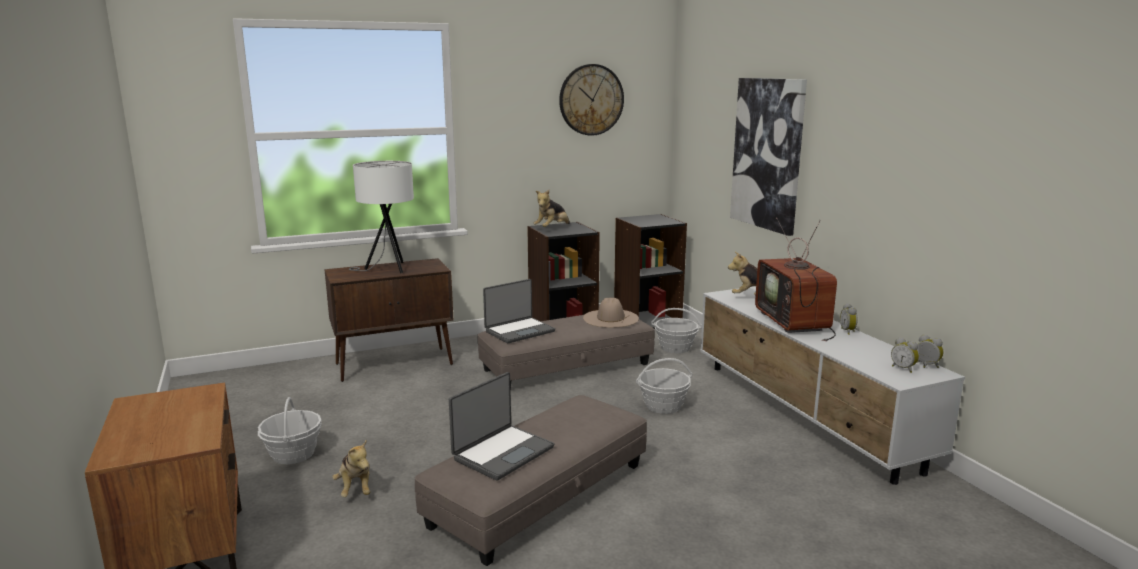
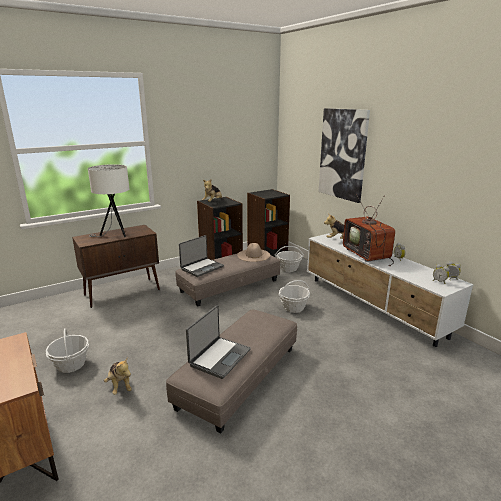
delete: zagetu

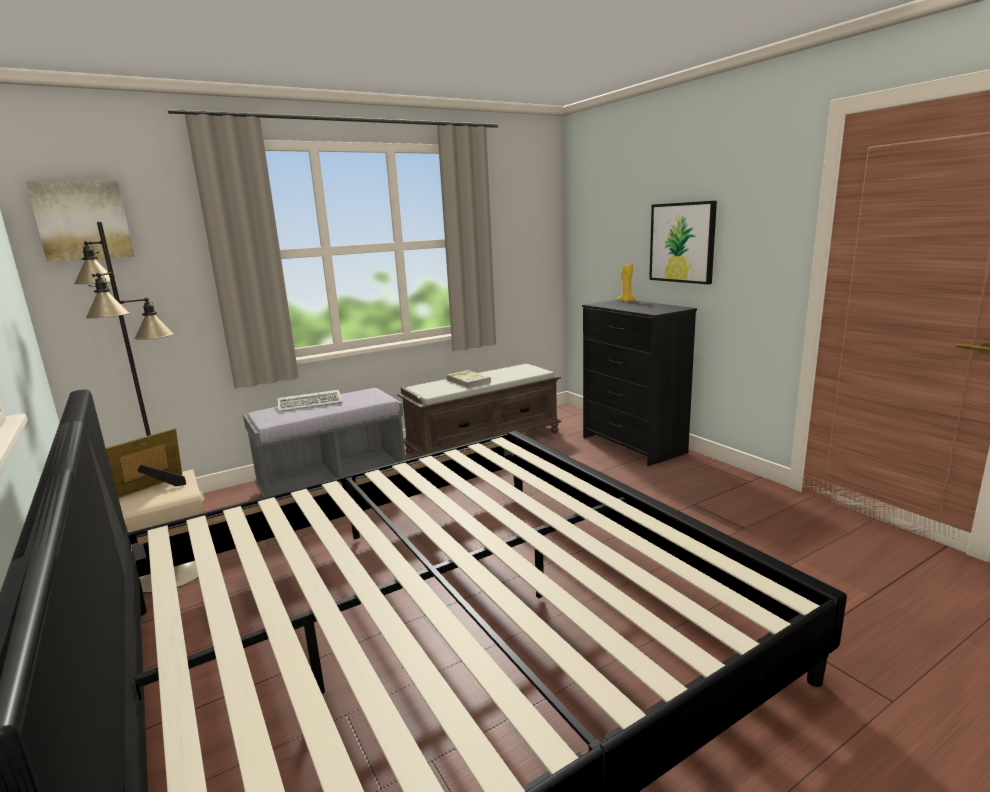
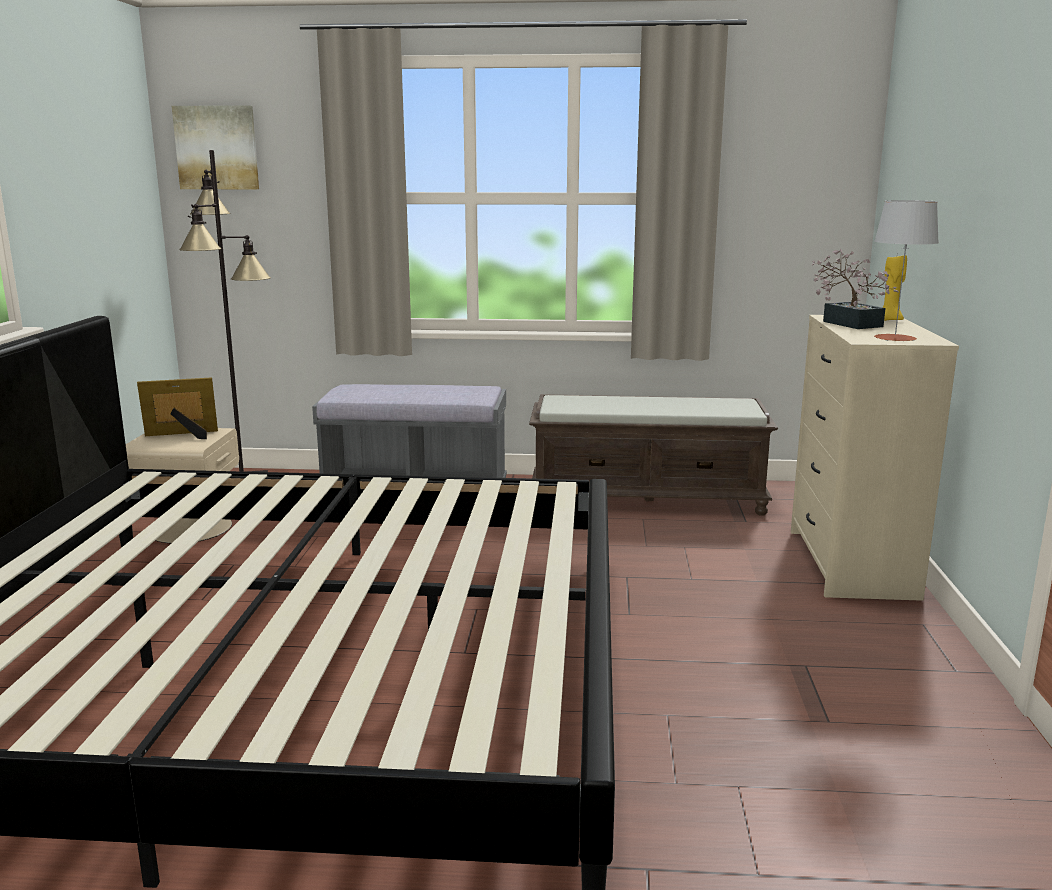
delete: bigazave; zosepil; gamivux (2nd from left)
insert: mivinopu; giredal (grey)
recolor: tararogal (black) to tararogal (beige)

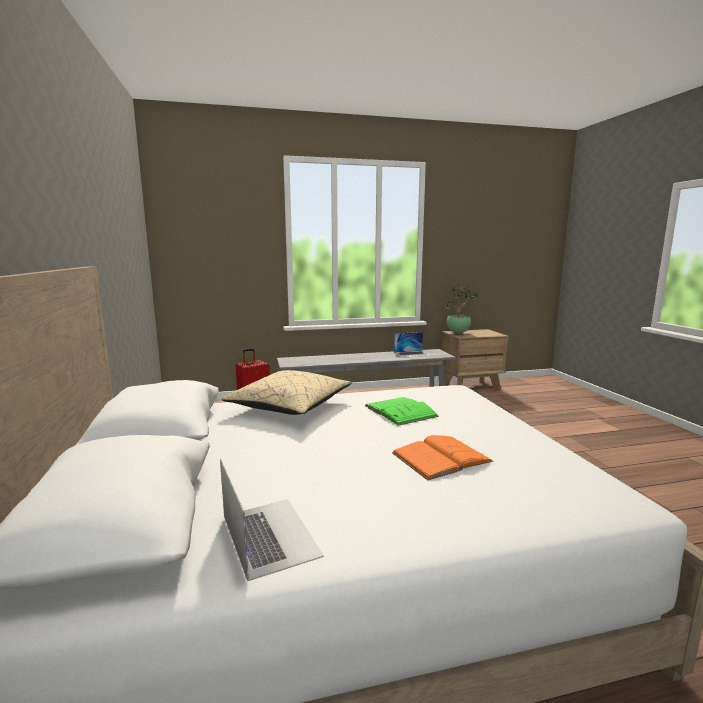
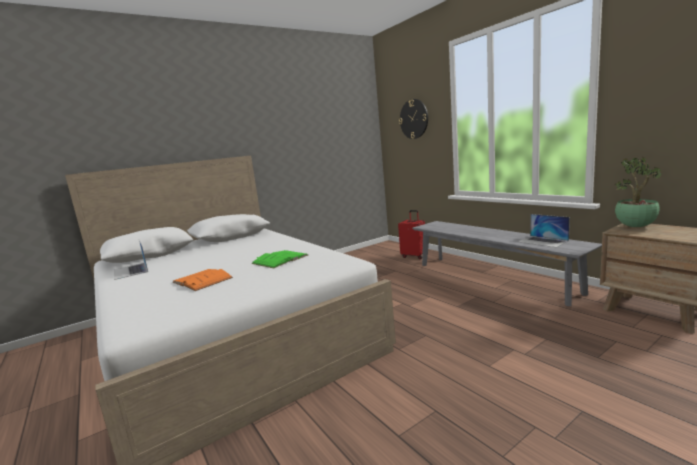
delete: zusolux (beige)
insert: zagetu
rotate: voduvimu (1st from left) 105 degrees clockwise

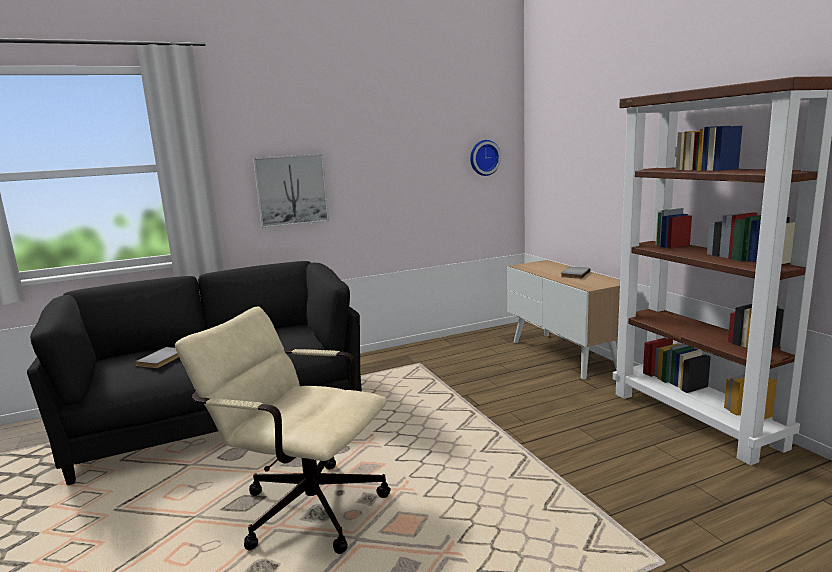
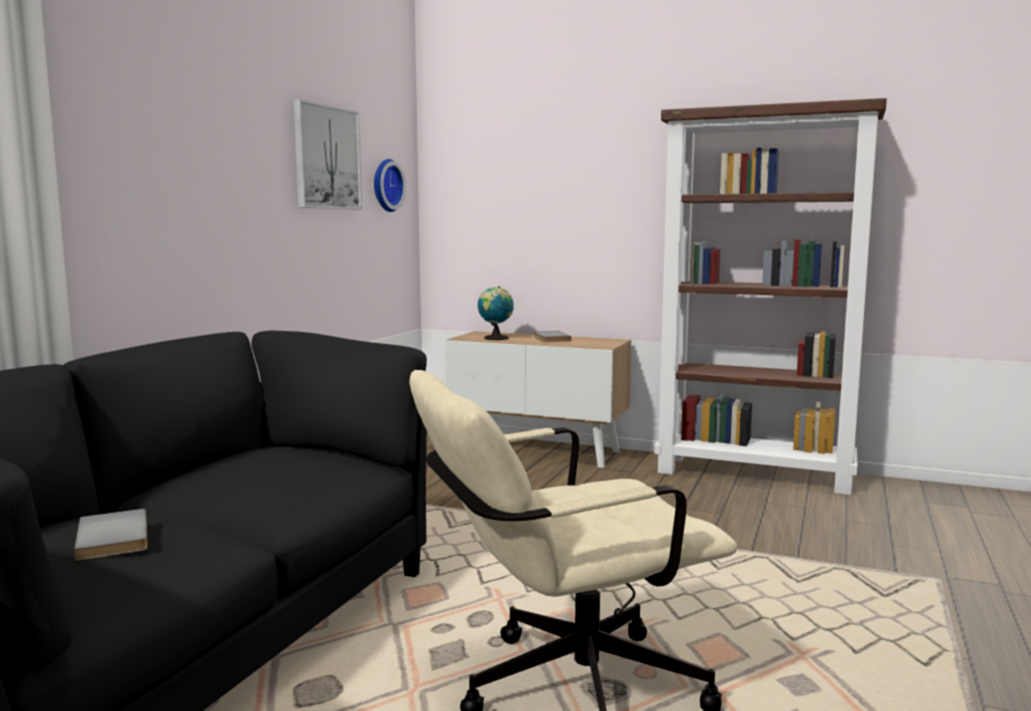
insert: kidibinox
move: gamivux

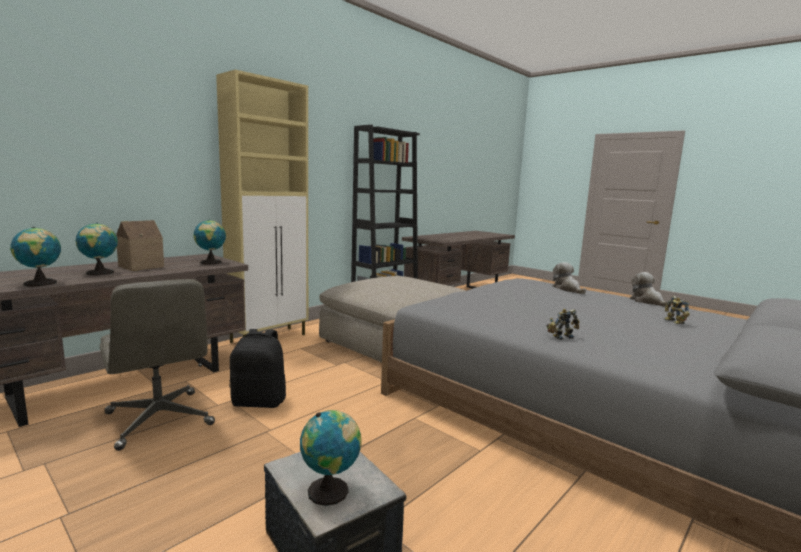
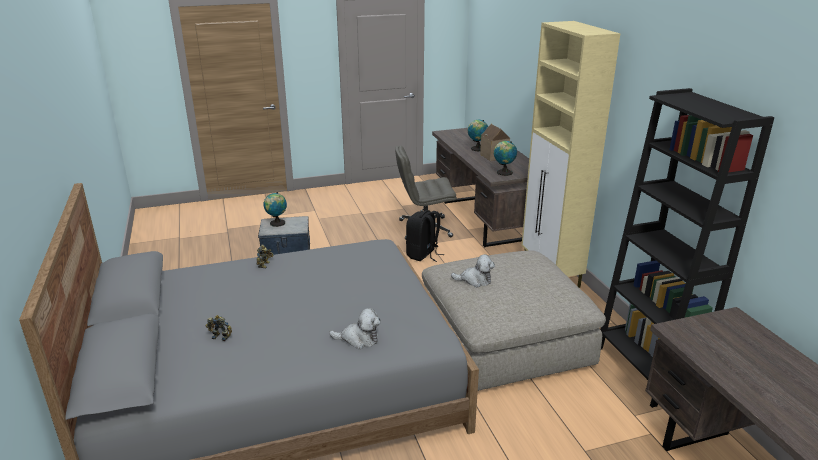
delete: kidibinox (1st from left)
move: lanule (2nd from left)

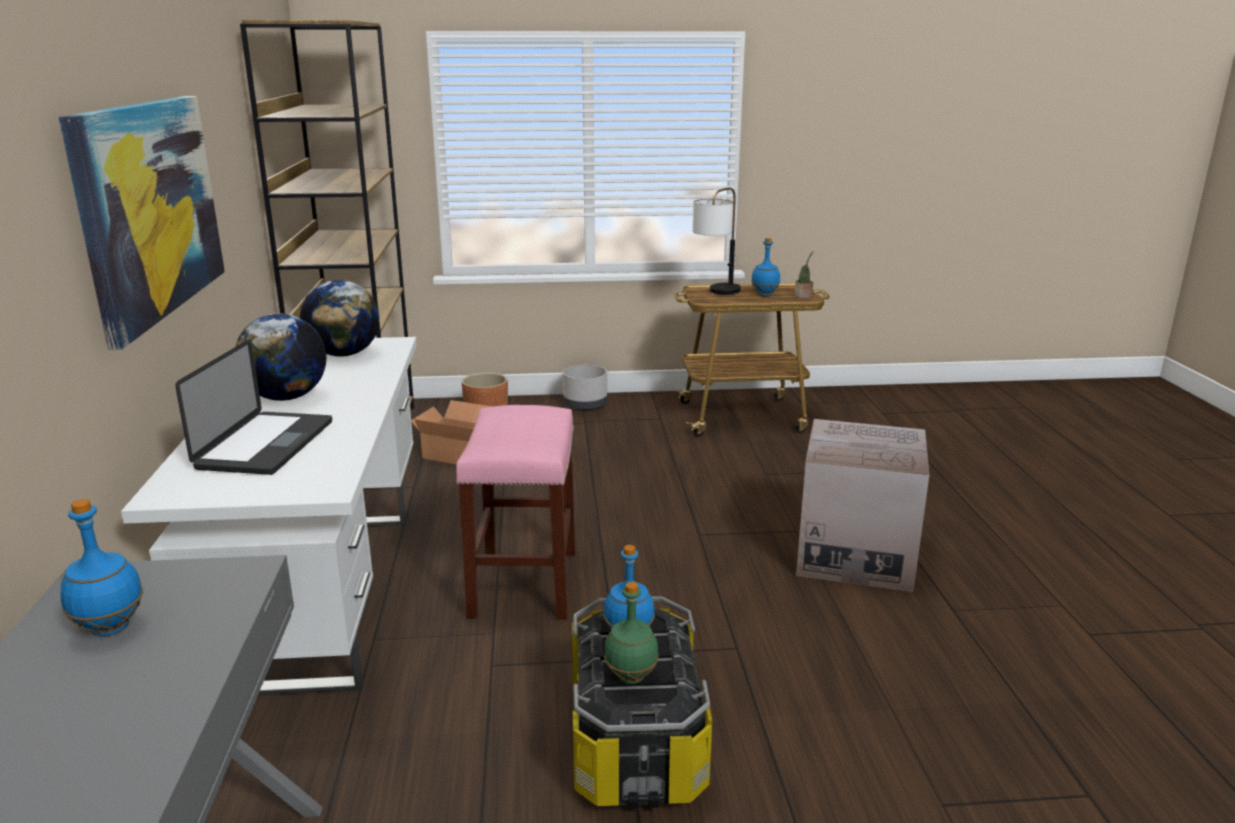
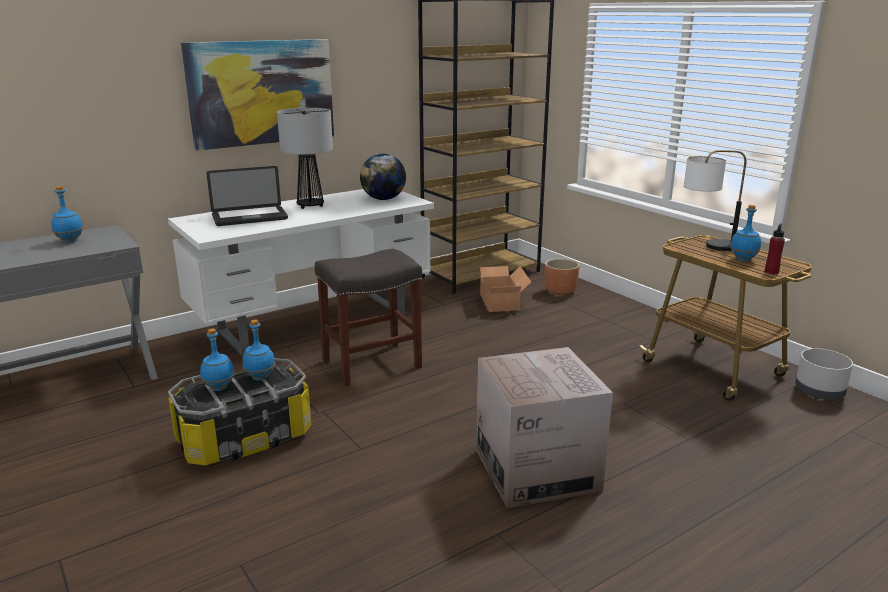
move: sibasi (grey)
replace: kidibinox (1st from left) to giredal (1st from left); mivinopu to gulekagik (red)
recolor: gulekagik (green) to gulekagik (blue) (2nd from left); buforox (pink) to buforox (grey)

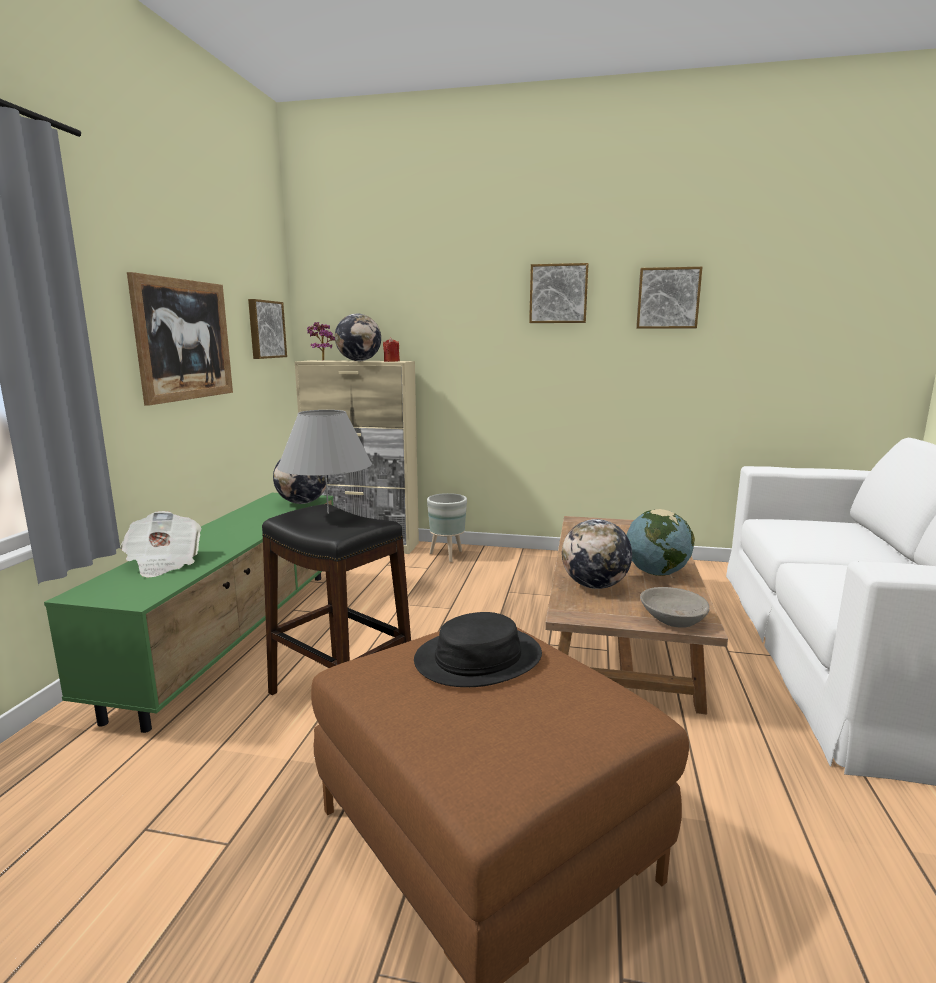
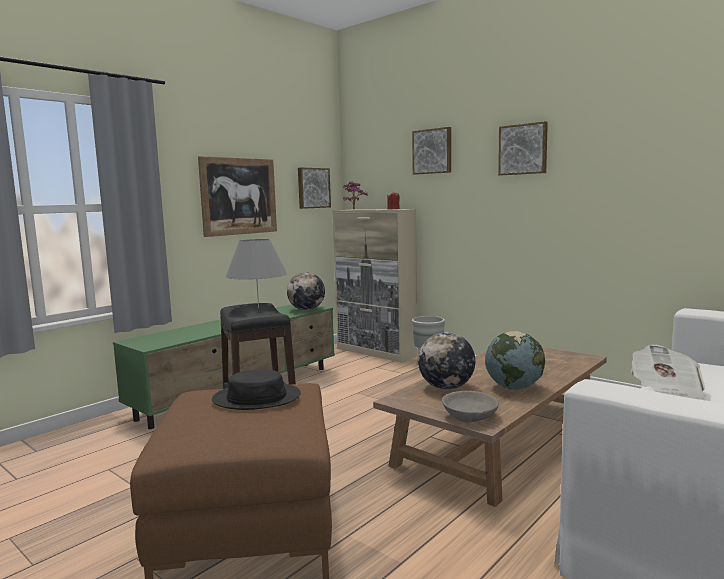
delete: kidibinox (2nd from left)
move: gamivux (4th from left in the first image) to gamivux (3rd from left); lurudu

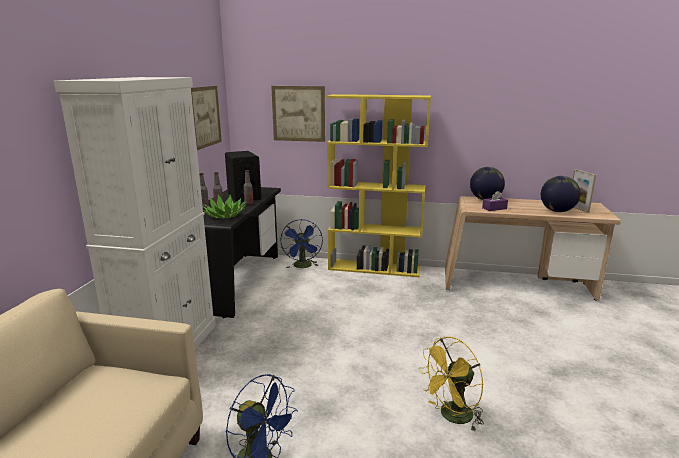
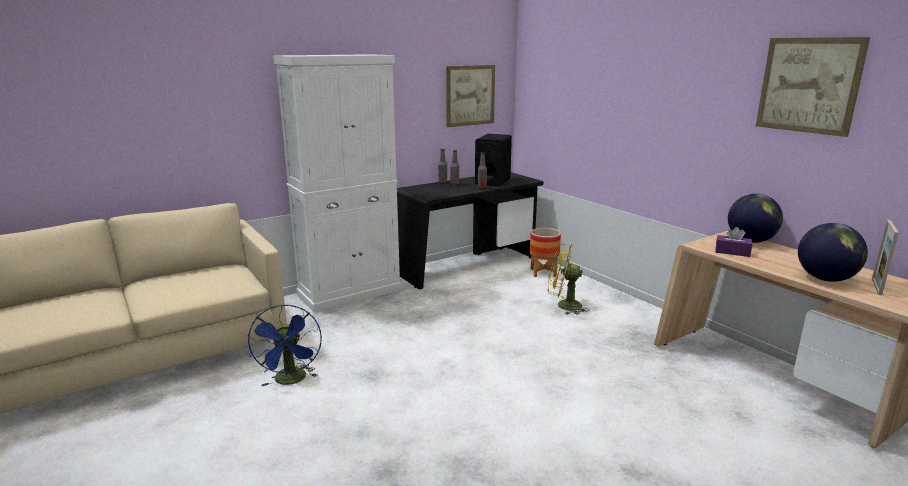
delete: mivinopu; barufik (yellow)
move: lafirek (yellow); gamivux (2nd from left)
replace: lafirek (blue) (2nd from left) to sibasi

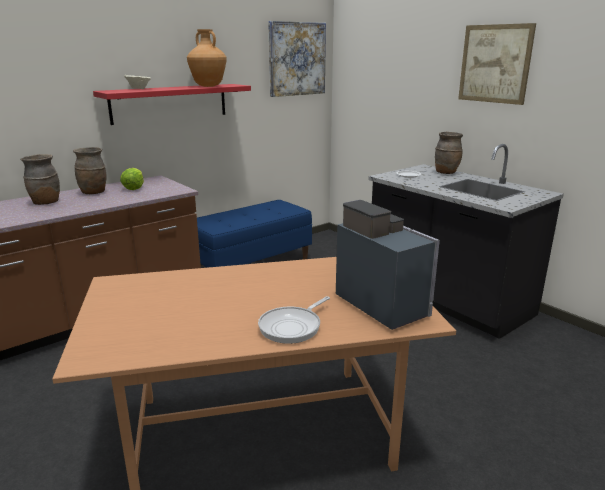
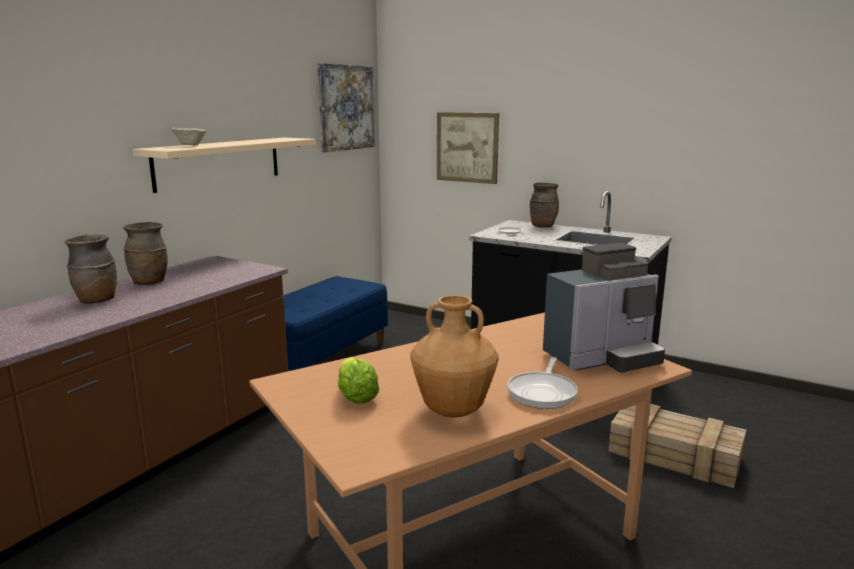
insert: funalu
move: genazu; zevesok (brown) (3rd from left); gamivux (2nd from left)
recolor: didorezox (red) to didorezox (beige)
rotate: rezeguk 120 degrees clockwise

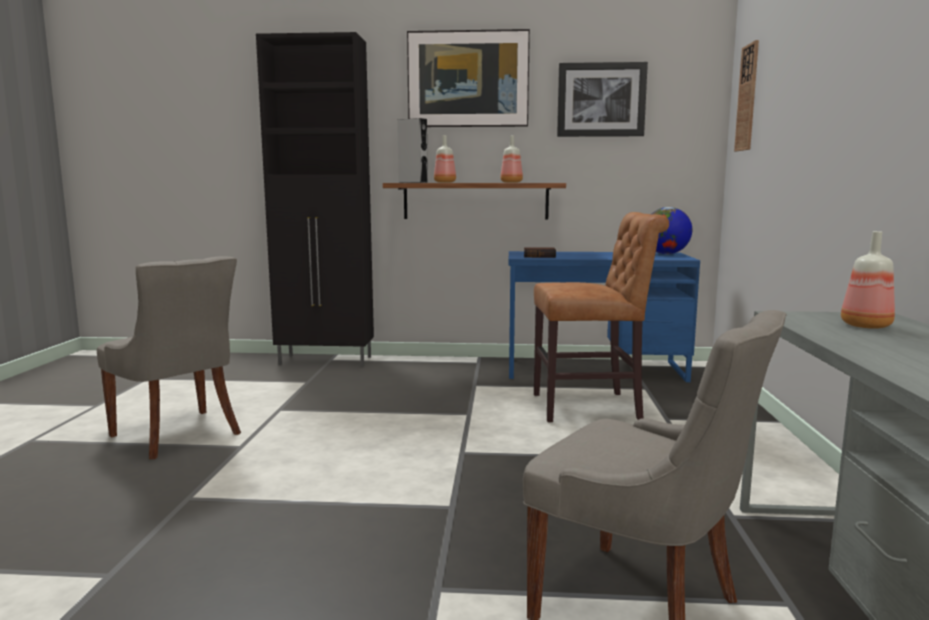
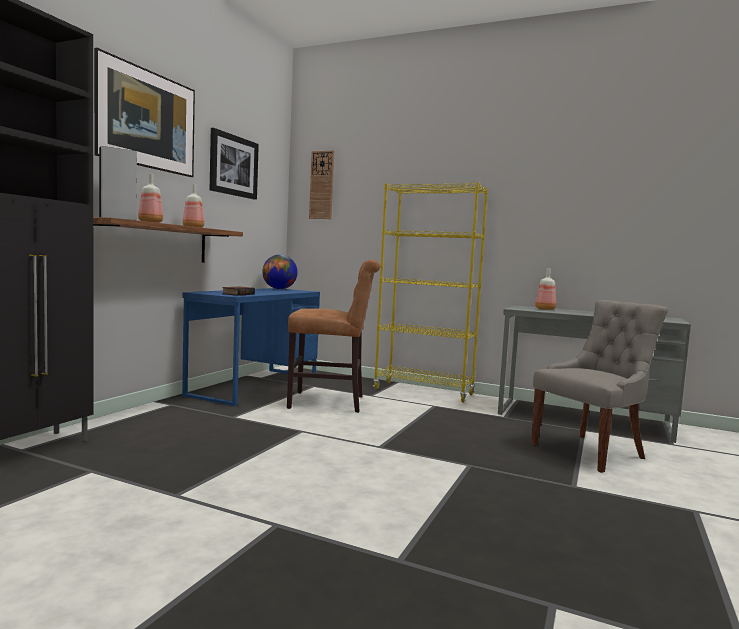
delete: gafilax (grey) (1st from left)
insert: barufik (yellow)
rotate: gafilax (brown) 75 degrees clockwise

